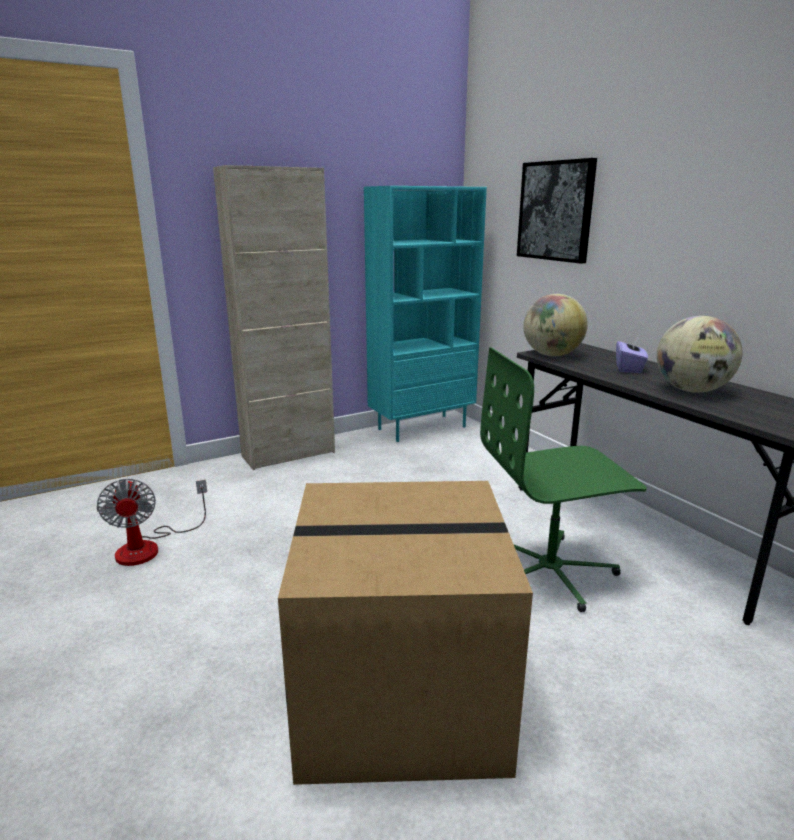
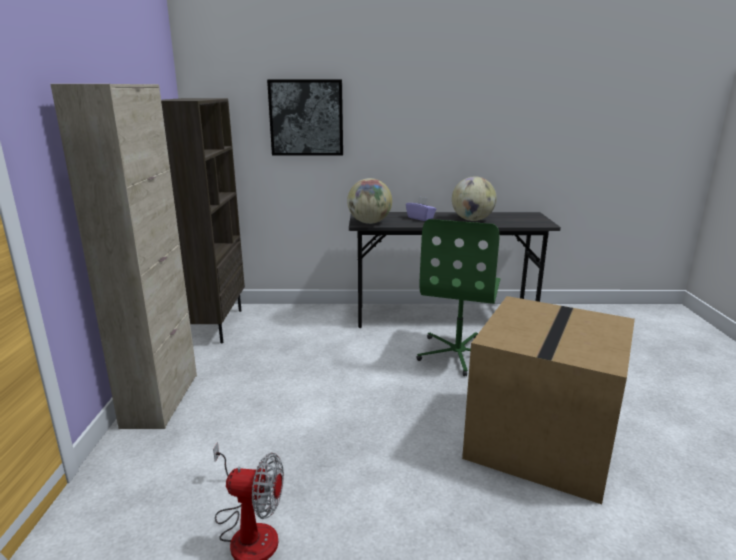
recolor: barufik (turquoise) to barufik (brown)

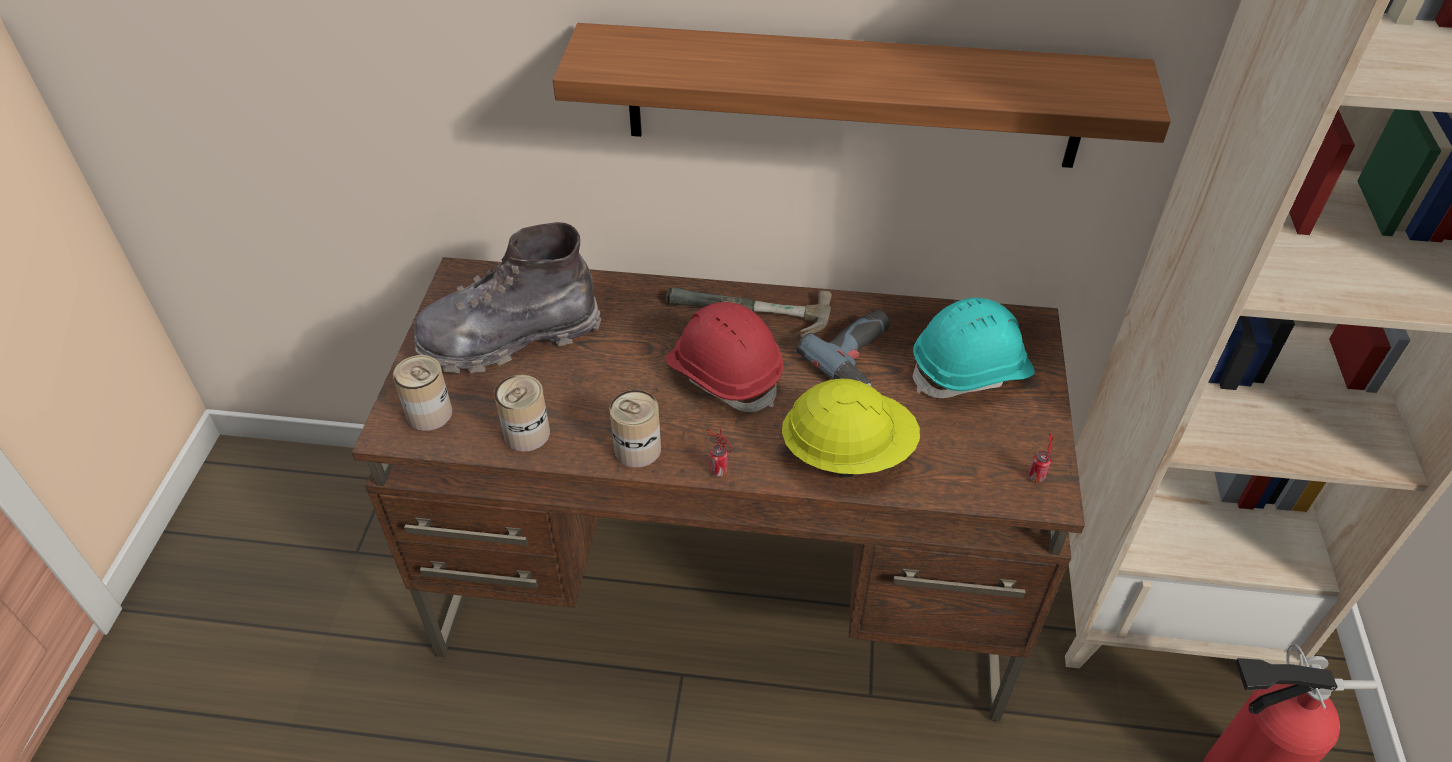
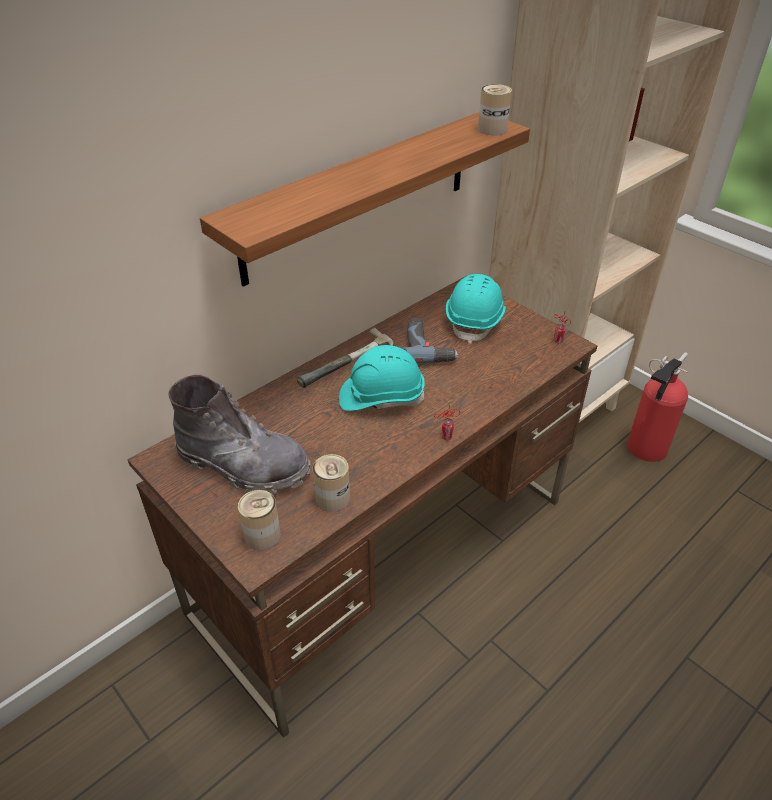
delete: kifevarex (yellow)
move: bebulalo (3rd from left in the first image) to bebulalo (4th from left)
recolor: kifevarex (red) to kifevarex (turquoise) (1st from left)
rotate: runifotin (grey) 90 degrees counterclockwise

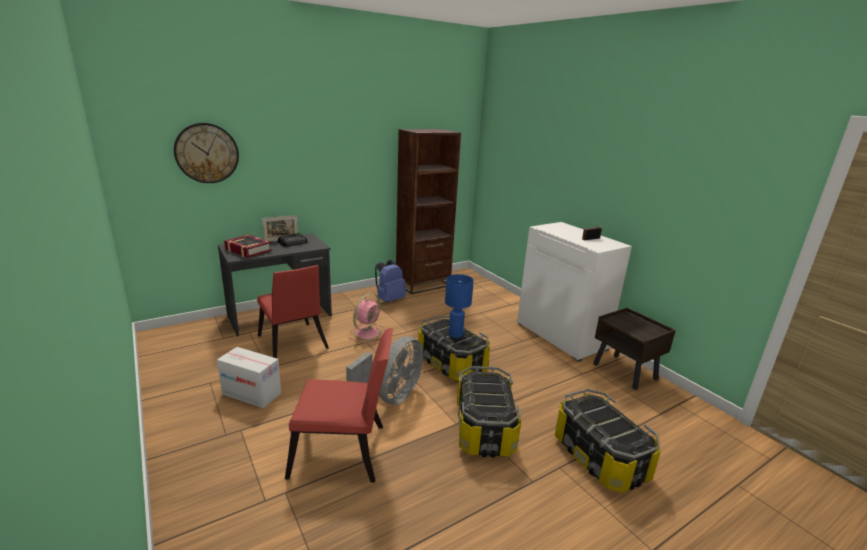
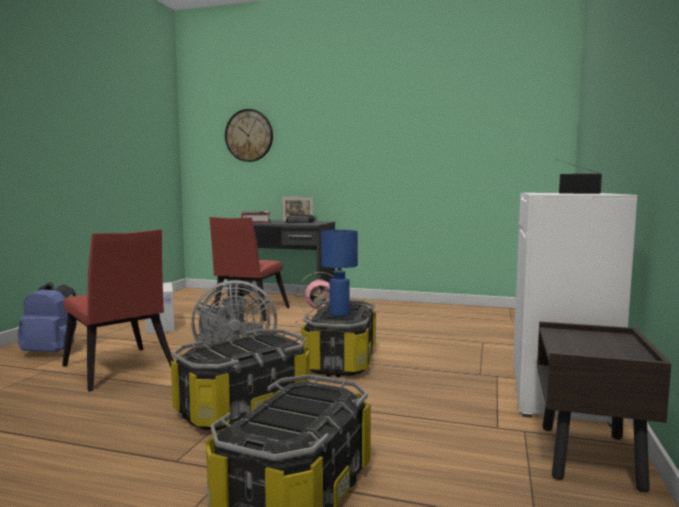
delete: barufik (brown)
move: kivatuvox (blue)

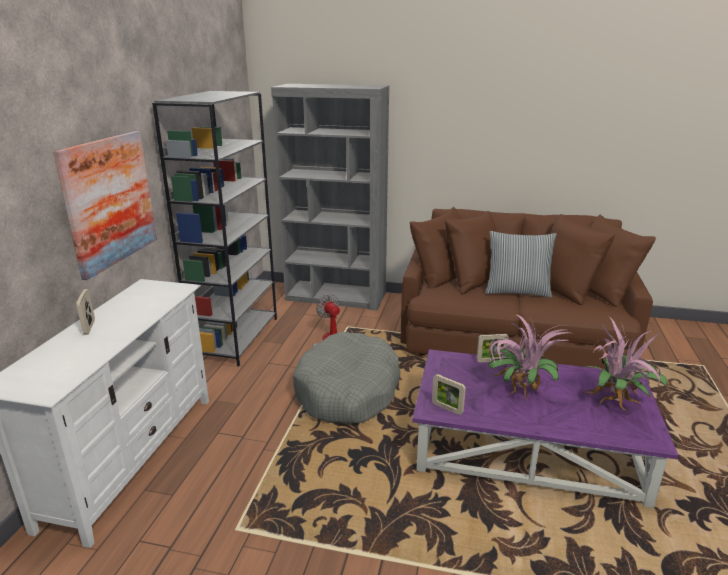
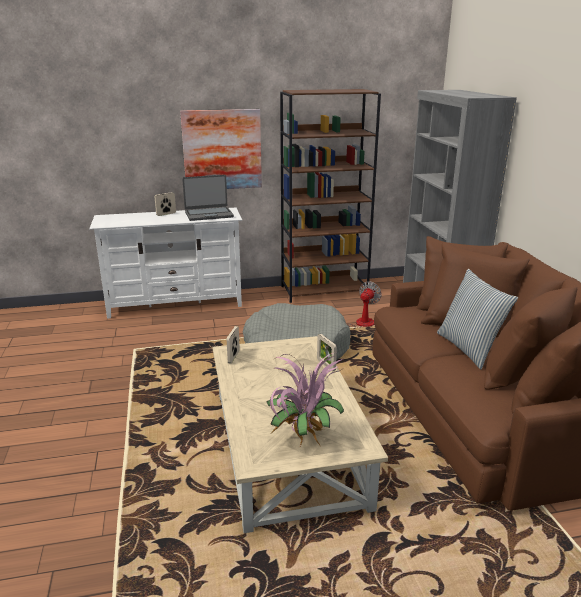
delete: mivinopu (1st from left)
insert: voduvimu
recolor: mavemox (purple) to mavemox (beige); barufik (grey) (1st from left) to barufik (brown)

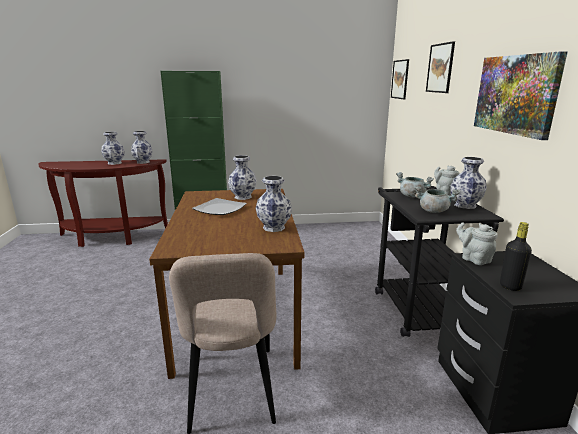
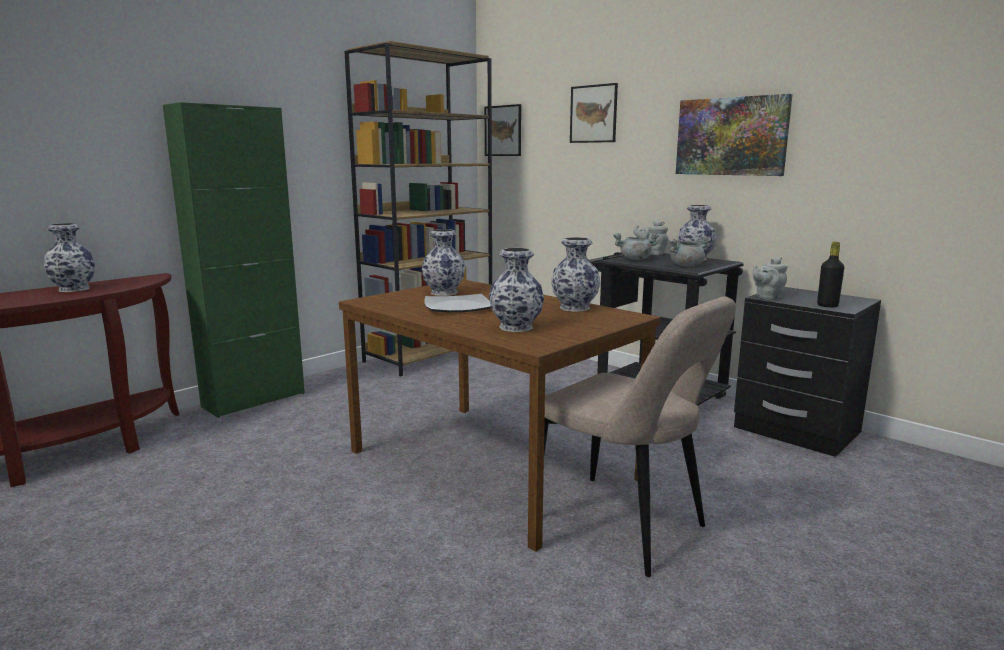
insert: barufik (brown)
move: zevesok (2nd from left in the first image) to zevesok (3rd from left)
rotate: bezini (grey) (2nd from left) 45 degrees counterclockwise

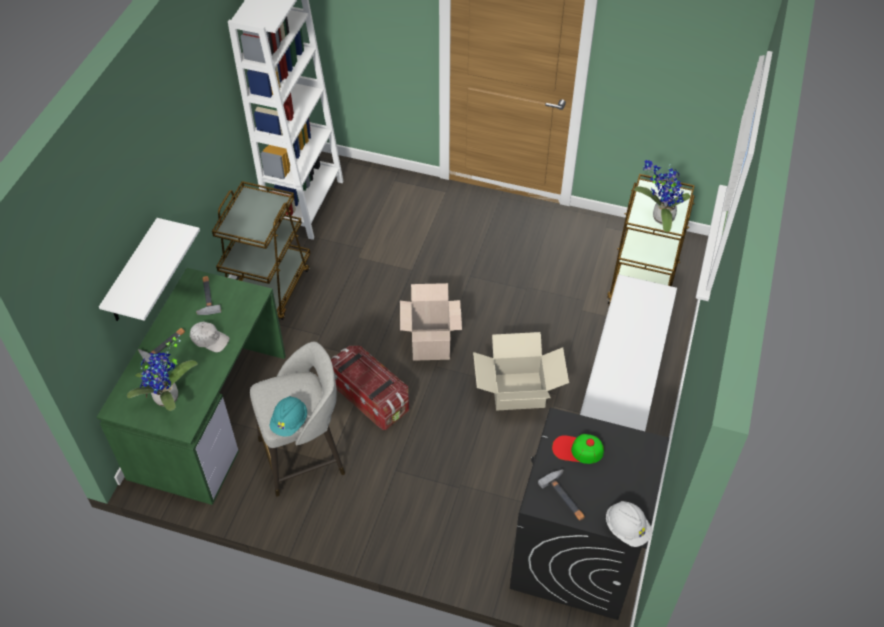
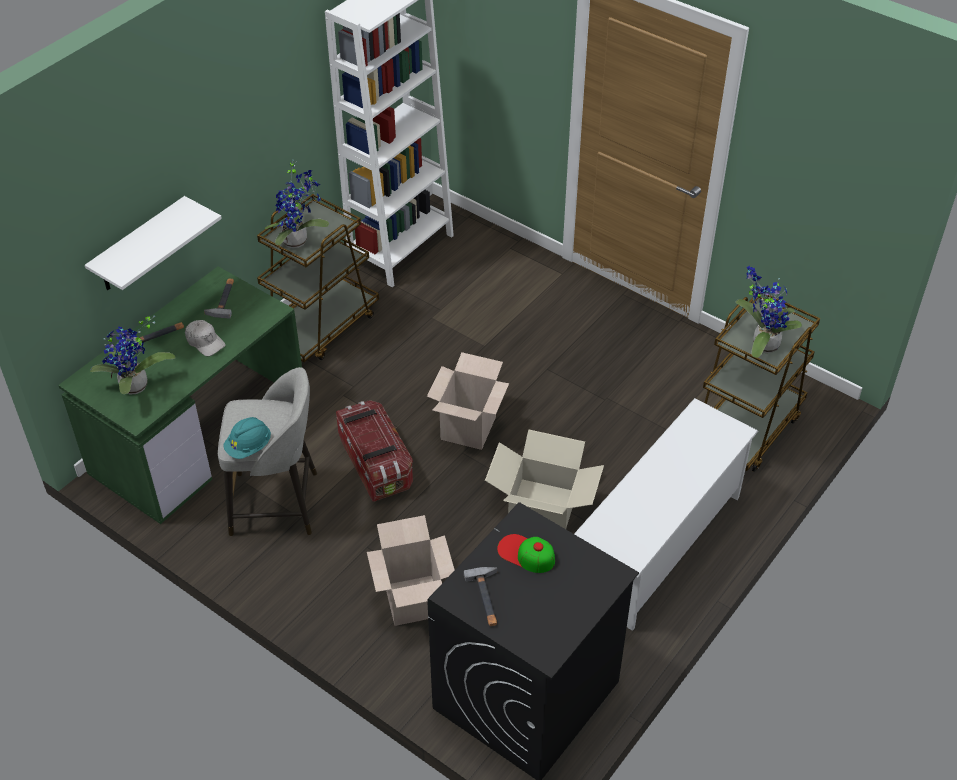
delete: kifevarex (white)
insert: mivinopu (2nd from left); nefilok (1st from left)

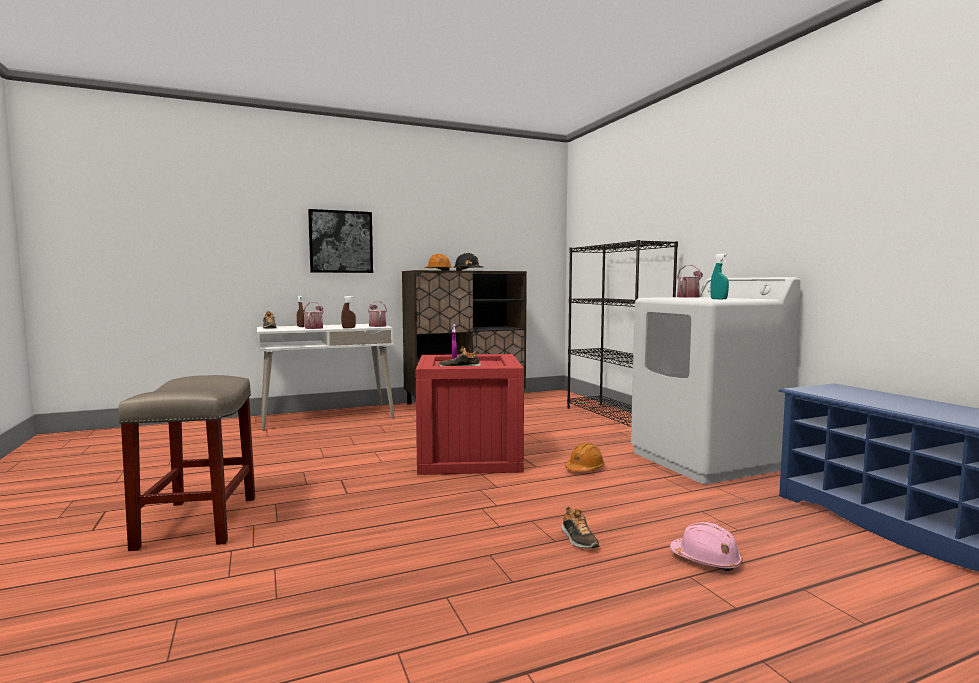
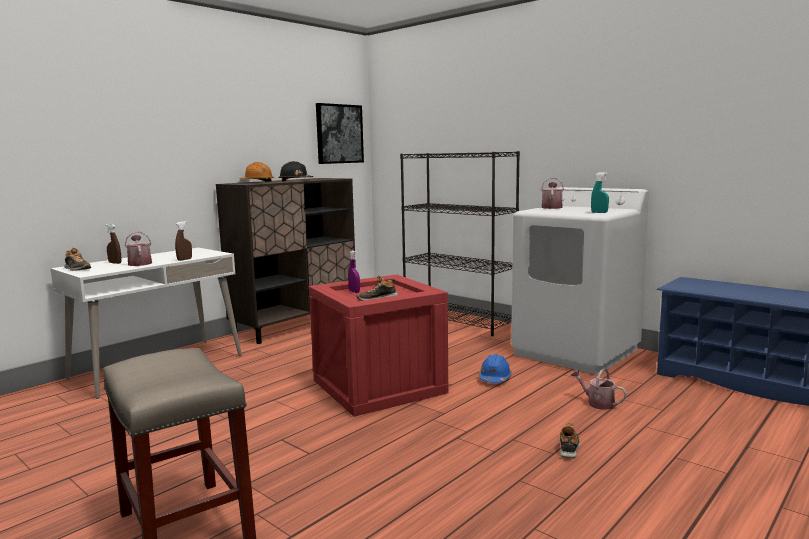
delete: kifevarex (pink)
move: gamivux; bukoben (2nd from left in the first image) to bukoben (3rd from left)
recolor: kifevarex (orange) (2nd from left) to kifevarex (blue)
rotate: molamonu (3rd from left) 120 degrees counterclockwise

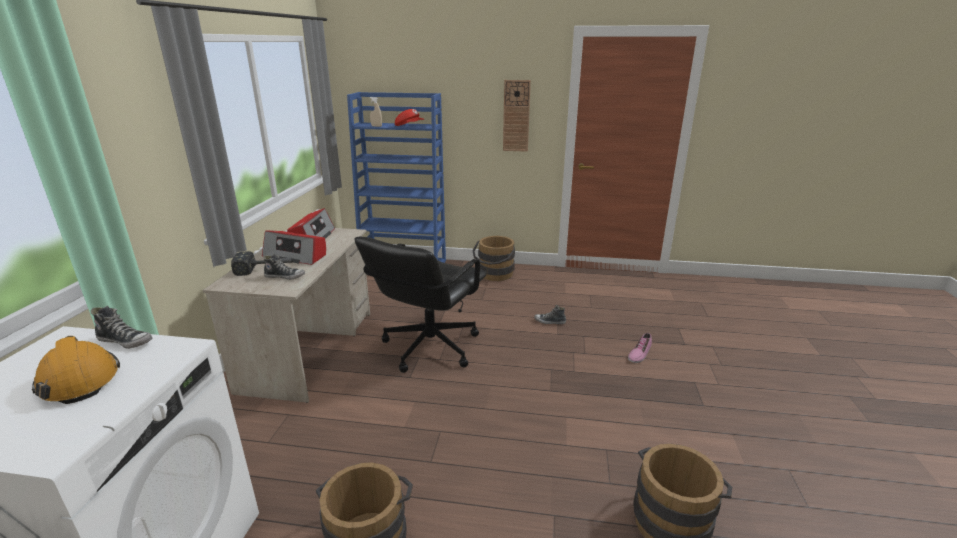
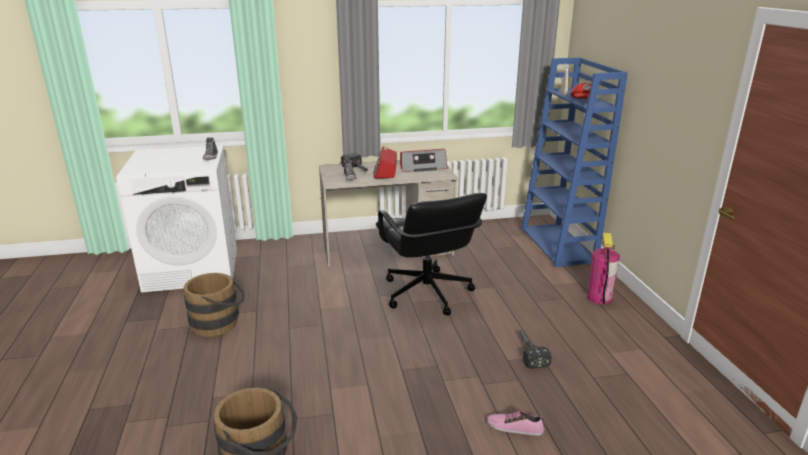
delete: kifevarex (orange); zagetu
replace: molamonu (3rd from left) to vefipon (2nd from left); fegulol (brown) (2nd from left) to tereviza
rotate: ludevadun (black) 120 degrees counterclockwise

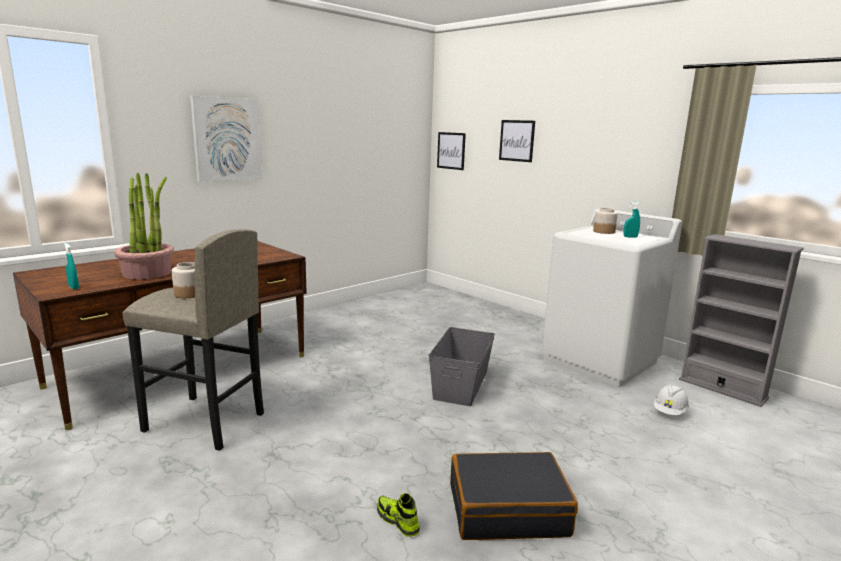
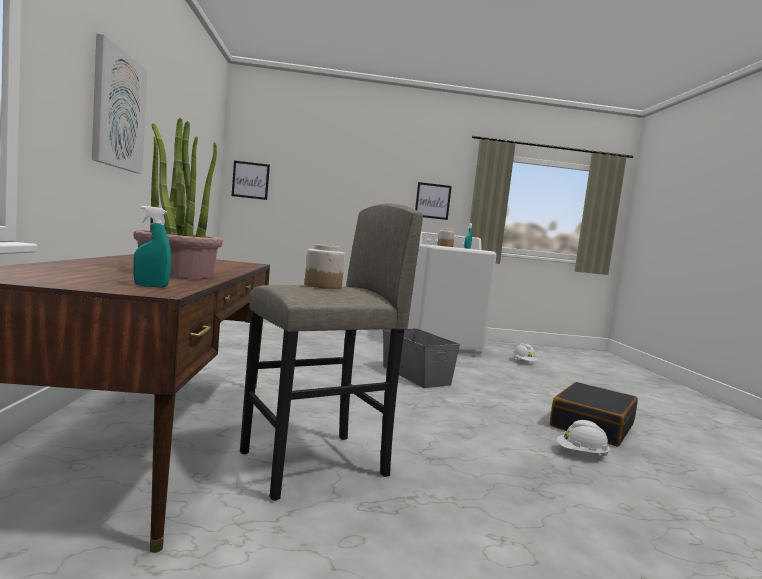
delete: barufik (grey)
move: gamivux (3rd from left)
replace: molamonu to kifevarex (white) (2nd from left)

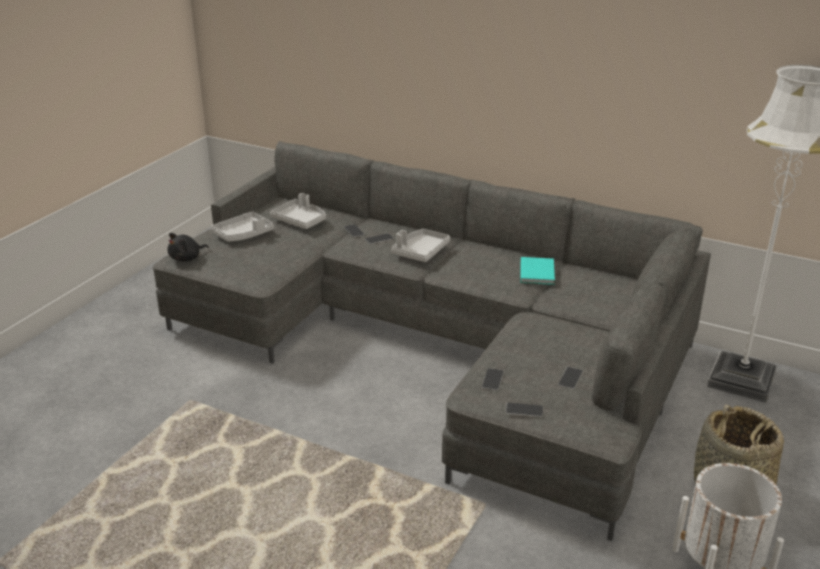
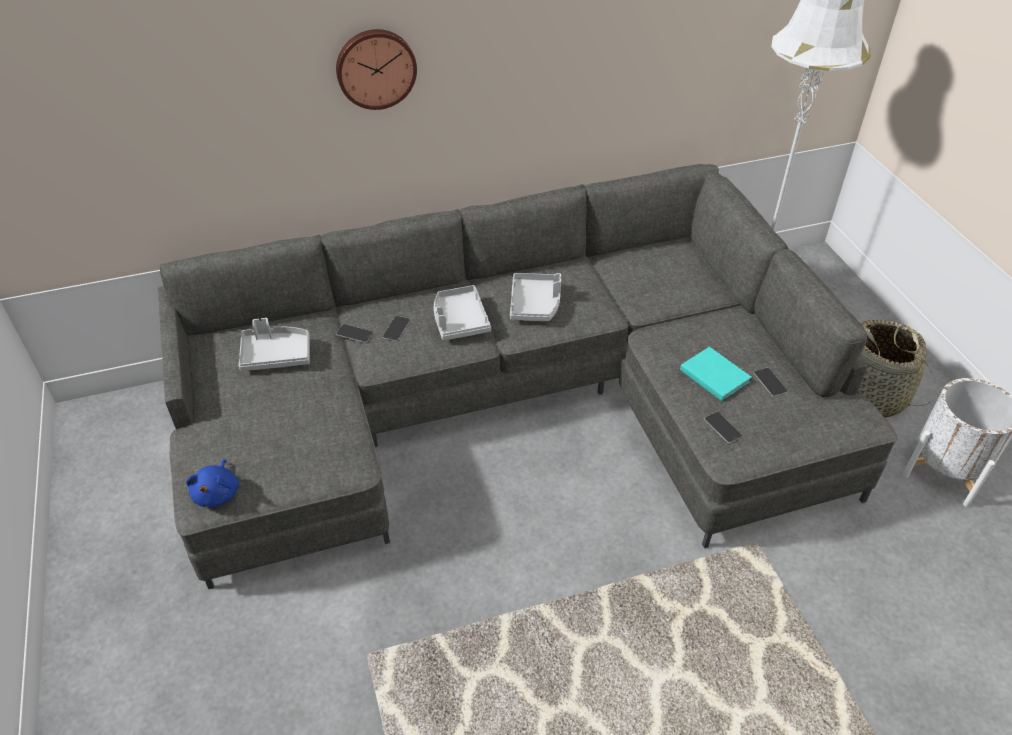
delete: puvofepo (4th from left)
insert: zagetu
move: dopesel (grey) (1st from left in the first image) to dopesel (grey) (3rd from left); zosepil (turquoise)
recolor: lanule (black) to lanule (blue)

